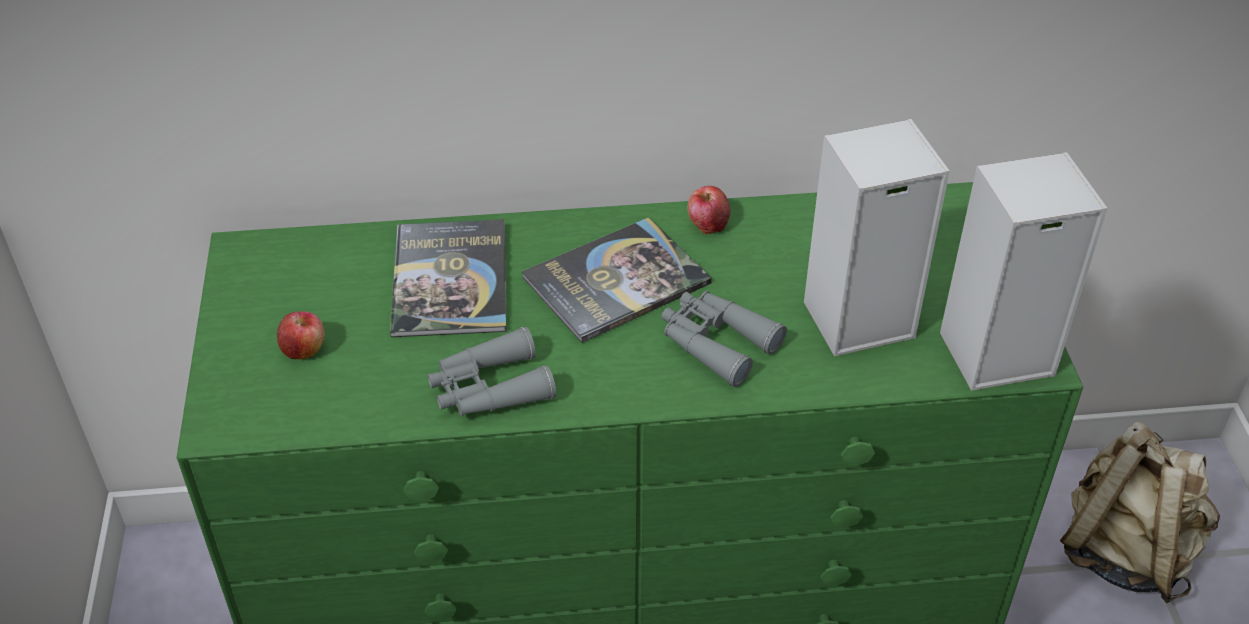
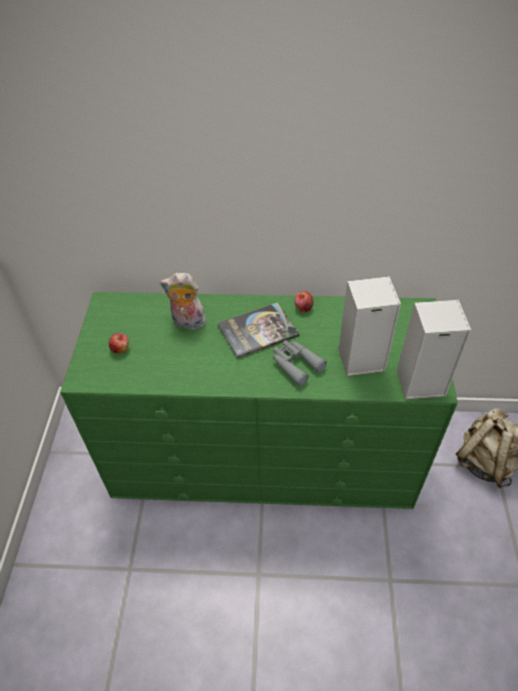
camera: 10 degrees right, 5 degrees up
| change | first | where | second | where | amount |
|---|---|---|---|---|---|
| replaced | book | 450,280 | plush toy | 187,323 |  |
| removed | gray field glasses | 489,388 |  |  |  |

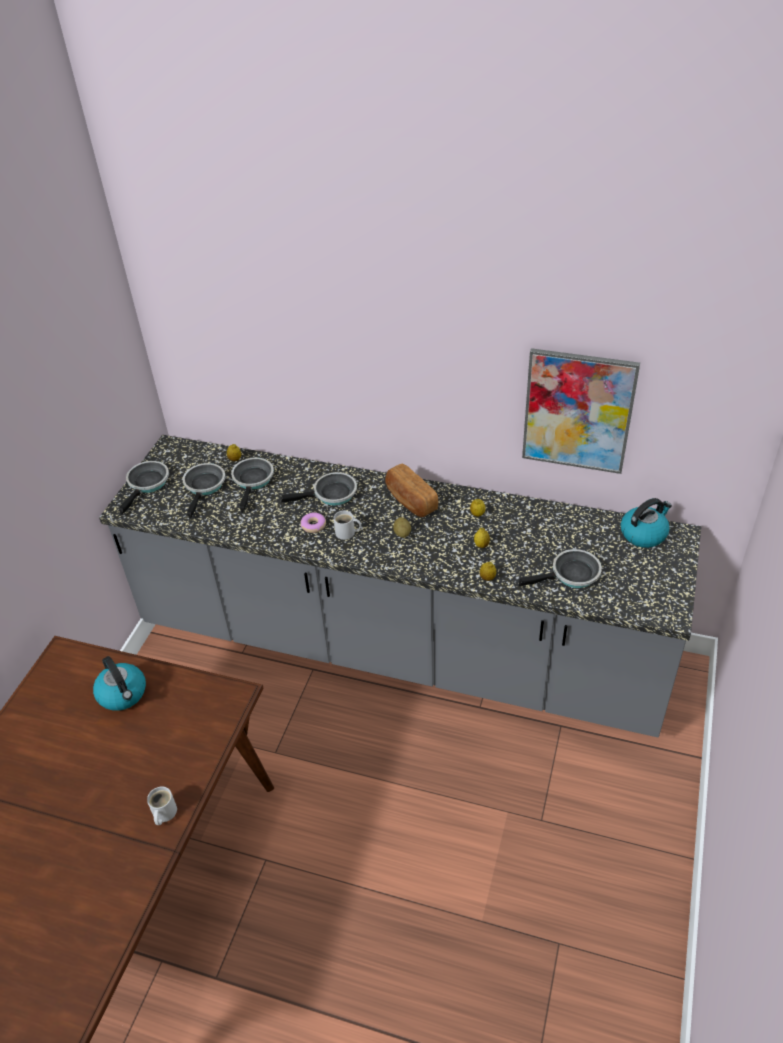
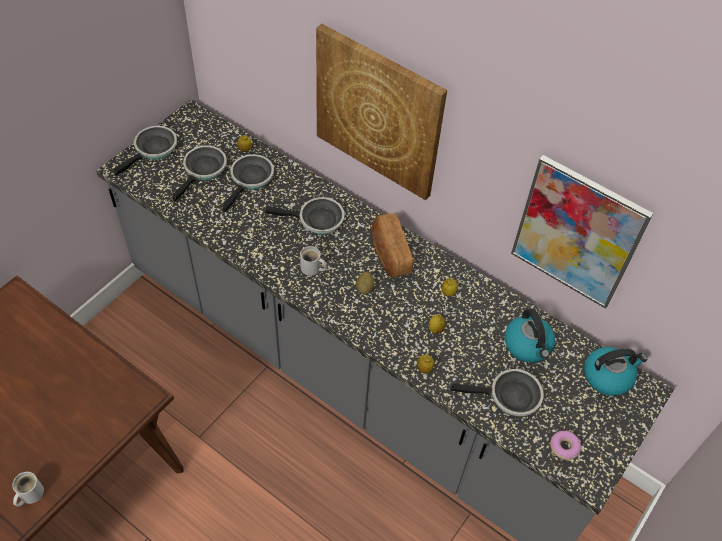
camera: 15 degrees right, 10 degrees up
| change | first | where | second | where | amount |
|---|---|---|---|---|---|
| added |  |  | wall art | 378,112 |  |
| moved | water kettle | 123,694 |  | 528,345 |  |
| moved | ring doughnut | 313,525 |  | 564,447 |  |

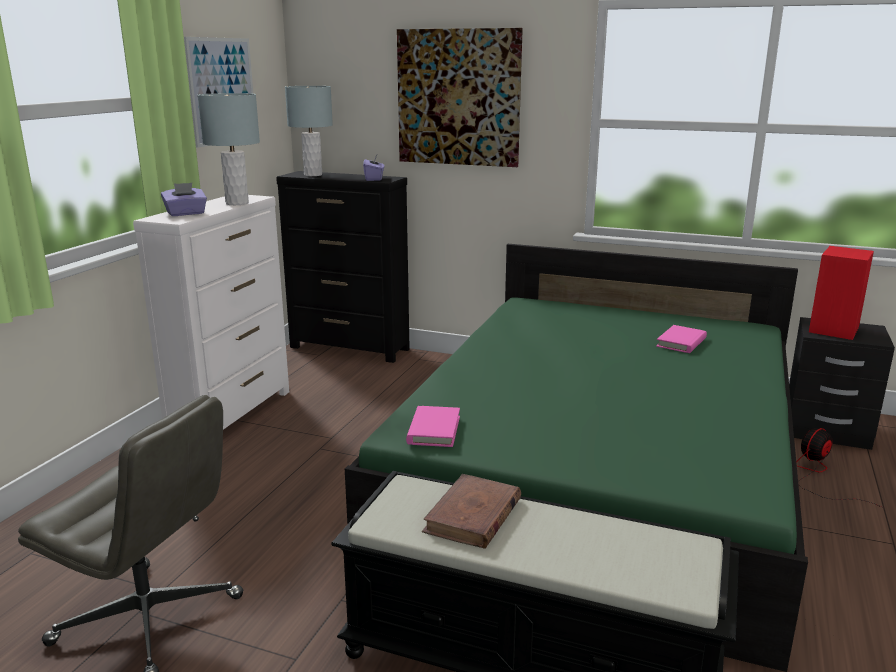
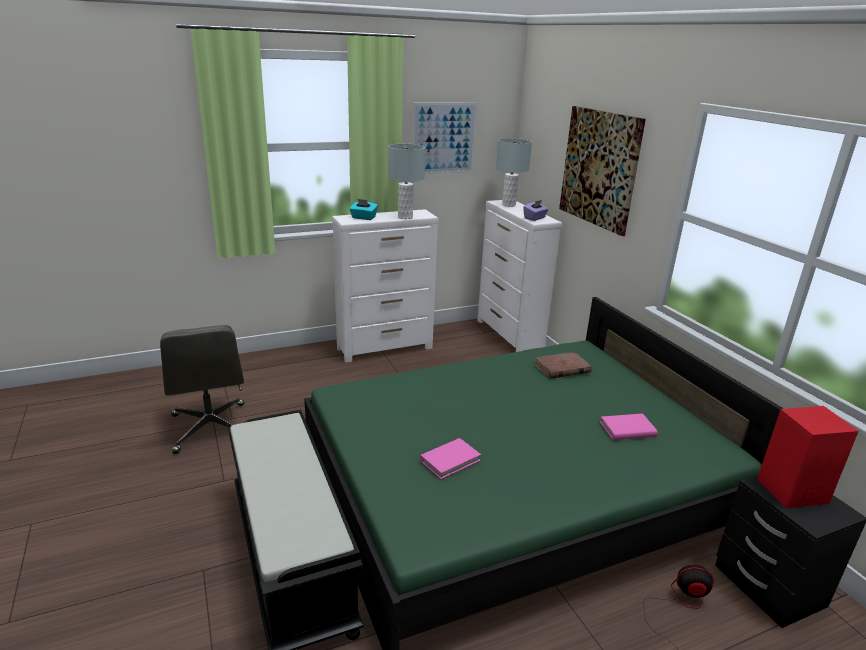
camera: 45 degrees right, 5 degrees up
| change | first | where | second | where | amount |
|---|---|---|---|---|---|
| recoloured | purplish tissue holder | 186,213 | turquoise-coloured tissue holder | 363,218 |  |
| moved | pink-coloured book | 434,430 |  | 450,460 |  |
| recoloured | blackish chest of drawers | 350,348 | white-coloured chest of drawers | 509,336 |  |
| moved | brown book | 473,516 |  | 561,368 |  |

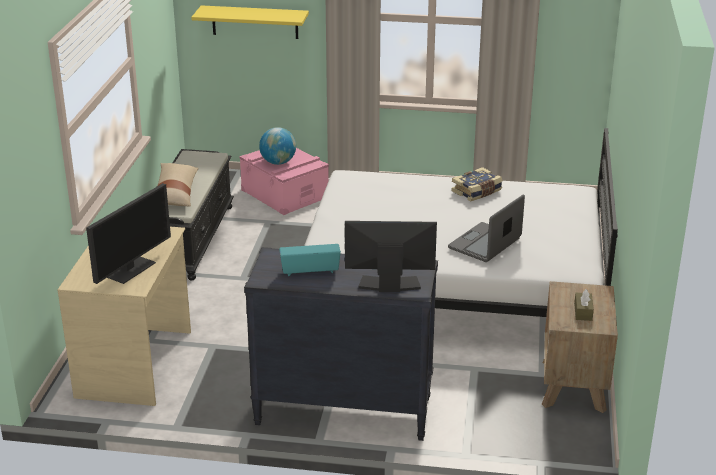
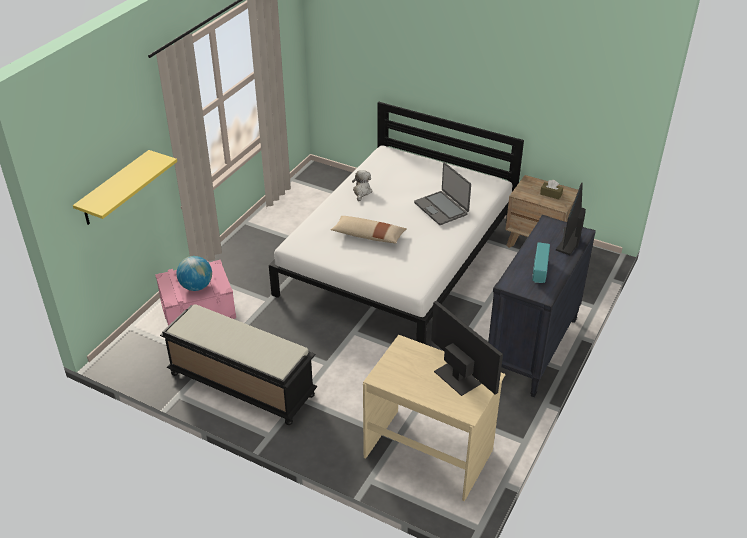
camera: 70 degrees left, 10 degrees up
| change | first | where | second | where | amount |
|---|---|---|---|---|---|
| moved | beige-coloured throw pillow | 176,193 |  | 368,236 |  |
| replaced | book | 477,192 | plush toy | 362,192 |  |

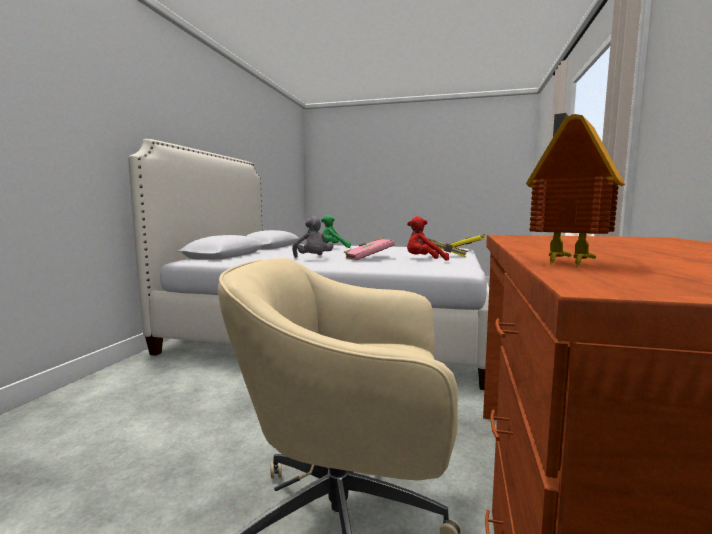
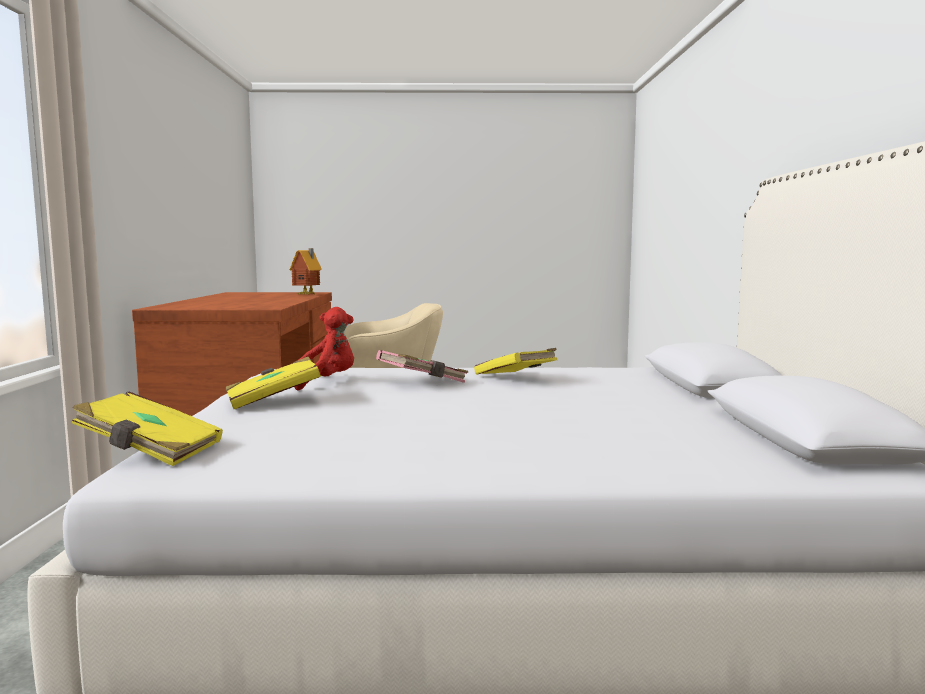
camera: 165 degrees right, 0 degrees up
| change | first | where | second | where | amount |
|---|---|---|---|---|---|
| replaced | gray plush toy | 313,259 | yellow book | 516,378 |  |
| removed | greenish plush toy | 334,248 |  |  |  |

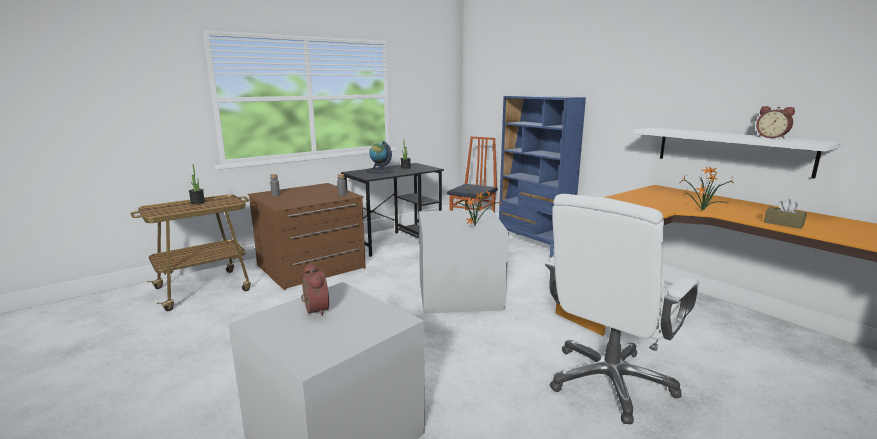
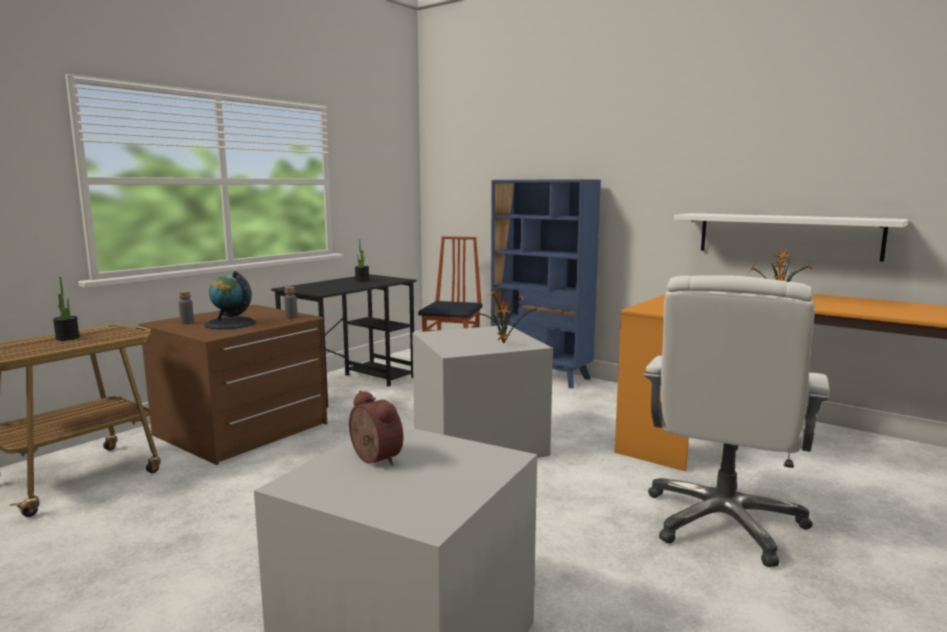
camera: 15 degrees left, 5 degrees down
| change | first | where | second | where | amount |
|---|---|---|---|---|---|
| moved | desk globe | 380,171 |  | 230,324 |  |
| removed | alarm clock | 772,137 |  |  |  |
| removed | brown tissue holder | 783,223 |  |  |  |

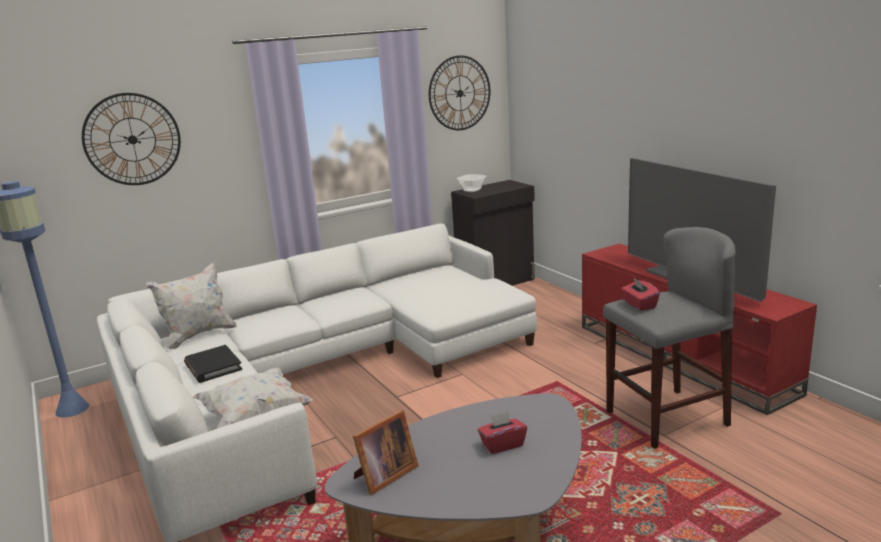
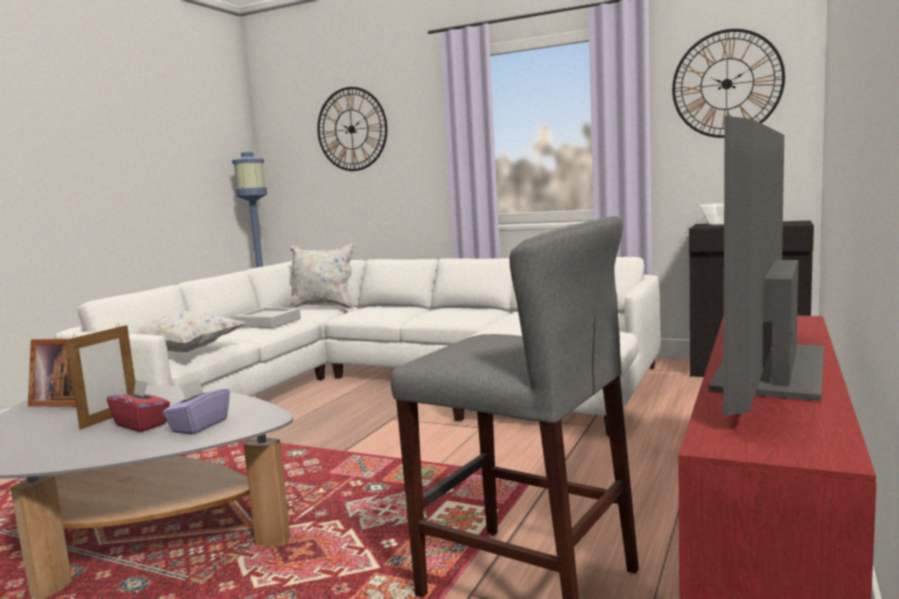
camera: 55 degrees right, 10 degrees down
| change | first | where | second | where | amount |
|---|---|---|---|---|---|
| added |  |  | standing frame | 110,418 |  |
| added |  |  | purplish tissue holder | 199,426 |  |
| replaced | blackish book | 213,367 | gray tray | 268,323 |  |
| removed | reddish tissue holder | 639,305 |  |  |  |

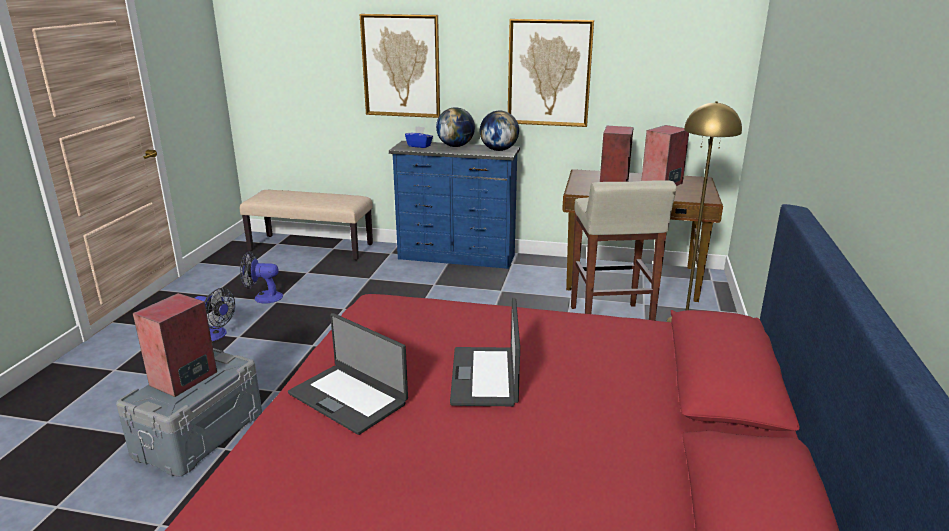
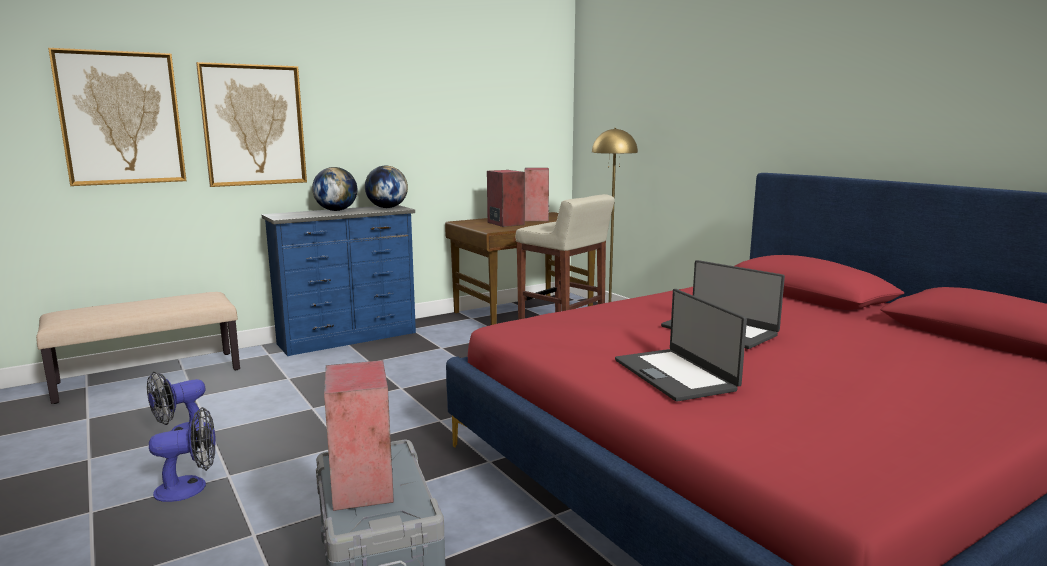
camera: 45 degrees left, 10 degrees down
| change | first | where | second | where | amount |
|---|---|---|---|---|---|
| moved | wall art | 549,73 |  | 121,118 |  |
| turned | portable computer | 349,398 |  | 676,374 | 75 degrees clockwise |
| removed | bluish tissue holder | 419,146 |  |  |  |

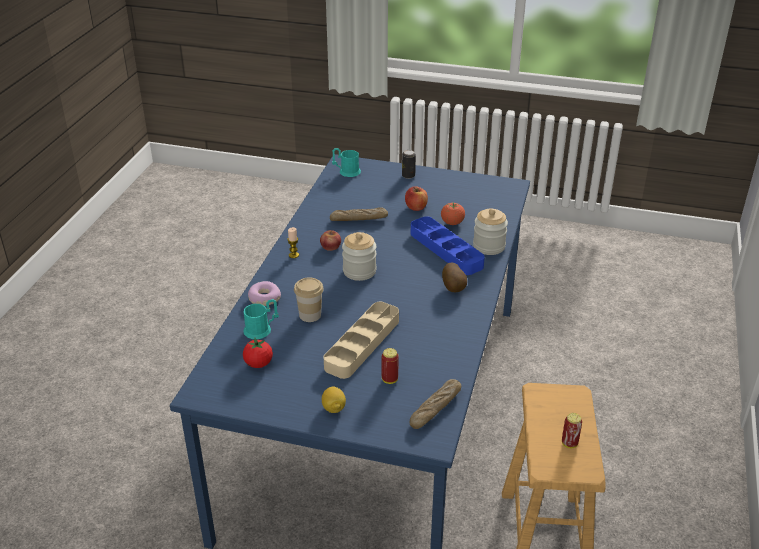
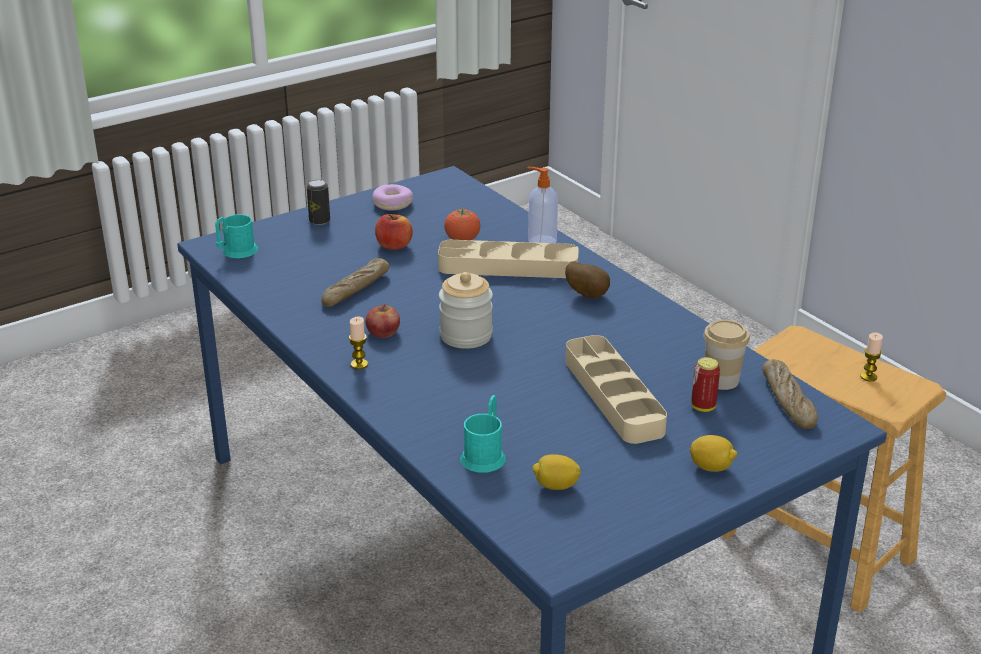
camera: 50 degrees left, 5 degrees down
| change | first | where | second | where | amount |
|---|---|---|---|---|---|
| moved | ring doughnut | 264,298 |  | 392,204 |  |
| recoloured | bluish tray | 446,250 | beige-coloured tray | 508,266 |  |
| replaced | storage jar | 489,246 | soap dispenser | 541,241 |  |
| replaced | fresh tomato | 258,364 | citrus fruit | 556,486 |  |
| moved | cup | 310,315 |  | 721,380 |  |
| replaced | can | 569,443 | wax light | 868,377 |  |

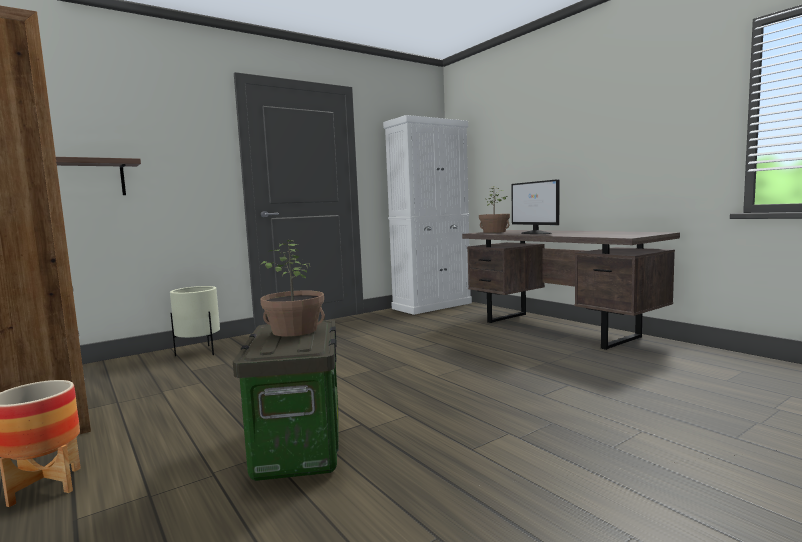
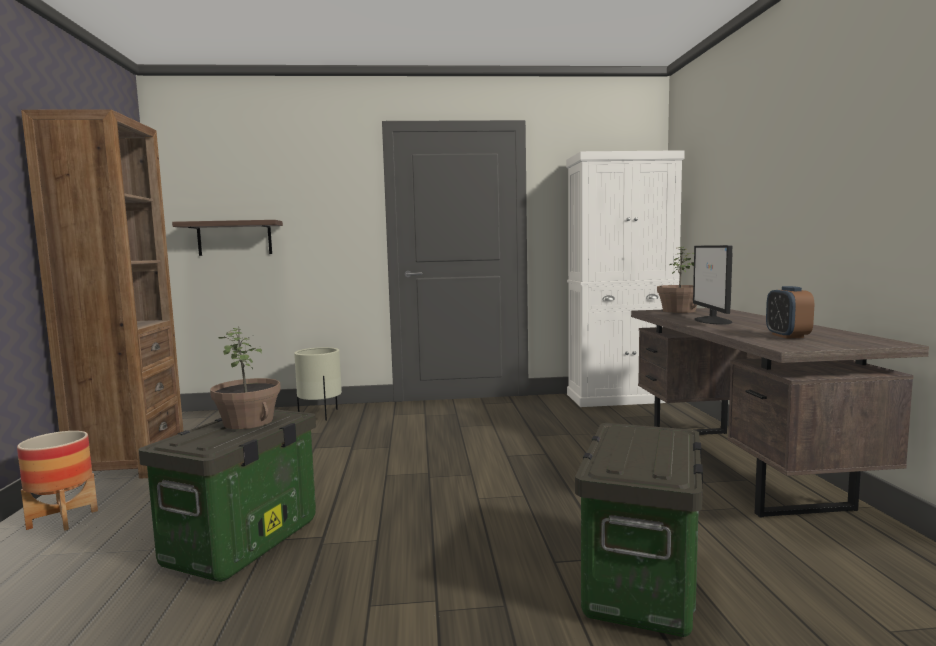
camera: 30 degrees right, 0 degrees up
| change | first | where | second | where | amount |
|---|---|---|---|---|---|
| added |  |  | storage box | 642,585 |  |
| added |  |  | alarm clock | 787,336 |  |

